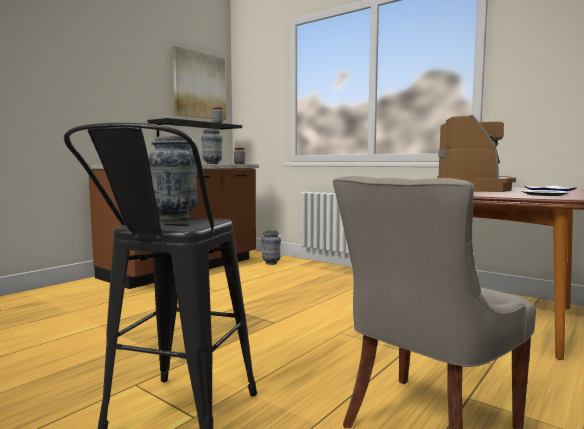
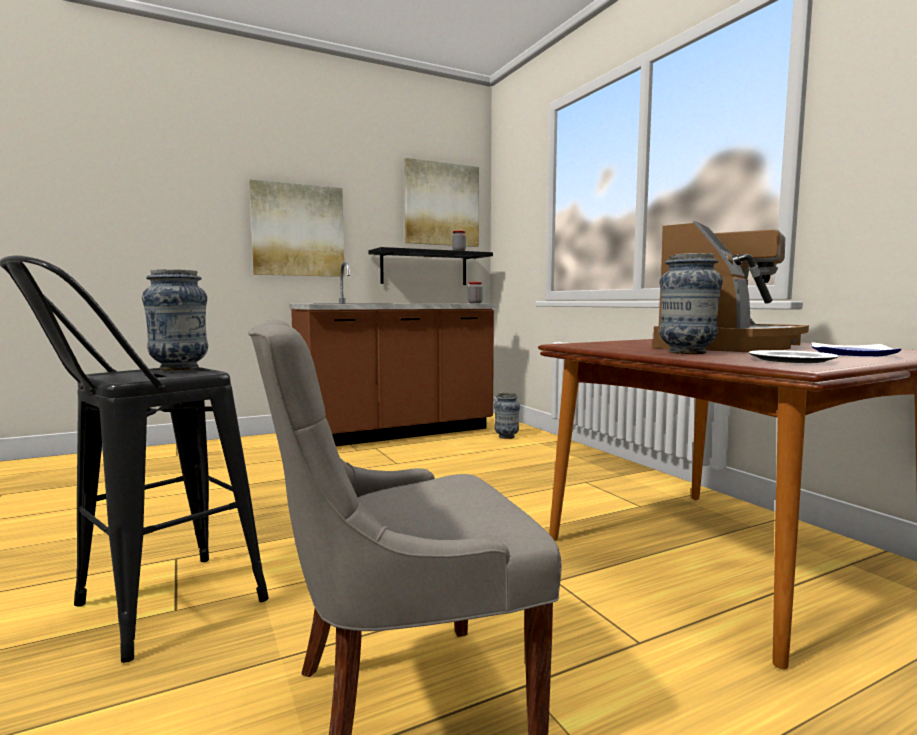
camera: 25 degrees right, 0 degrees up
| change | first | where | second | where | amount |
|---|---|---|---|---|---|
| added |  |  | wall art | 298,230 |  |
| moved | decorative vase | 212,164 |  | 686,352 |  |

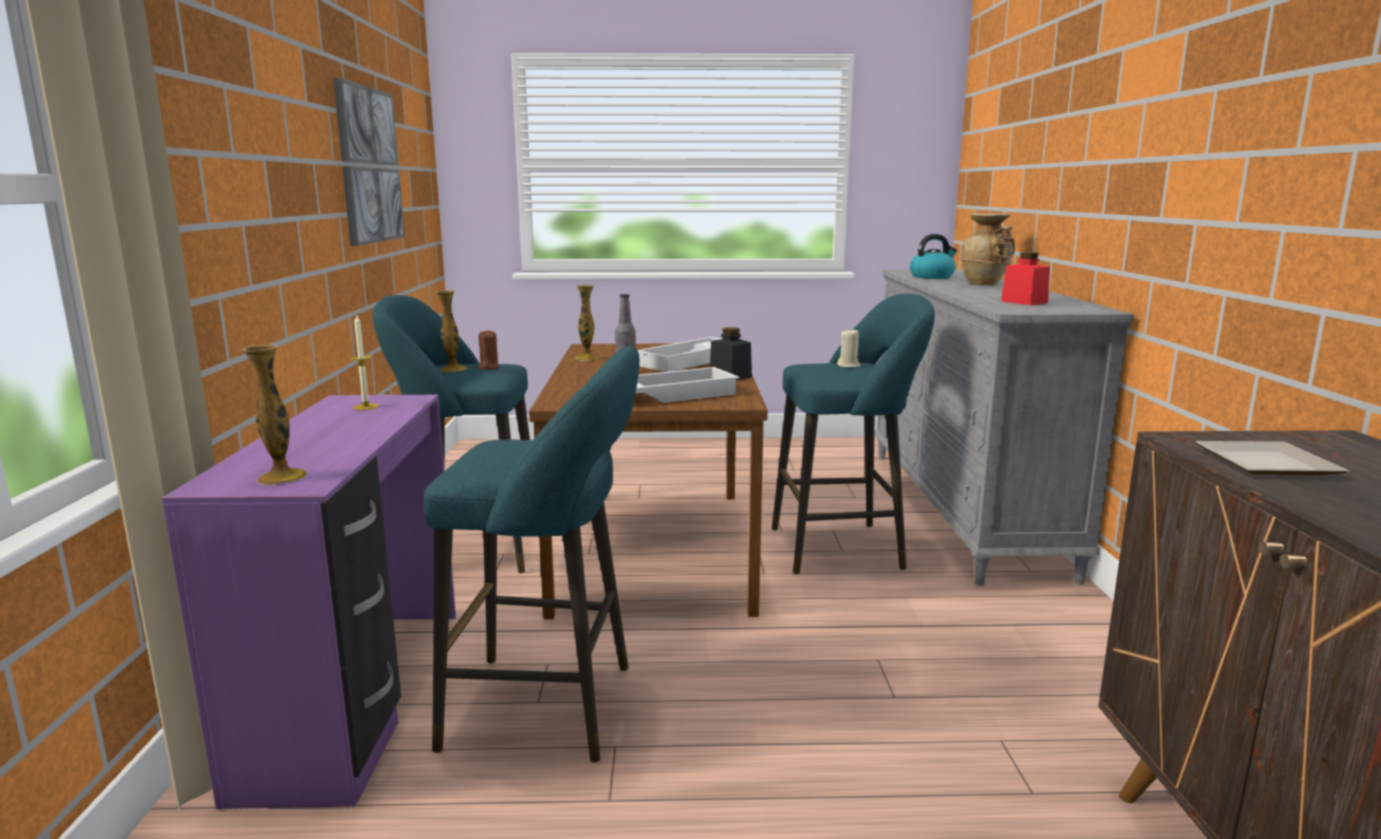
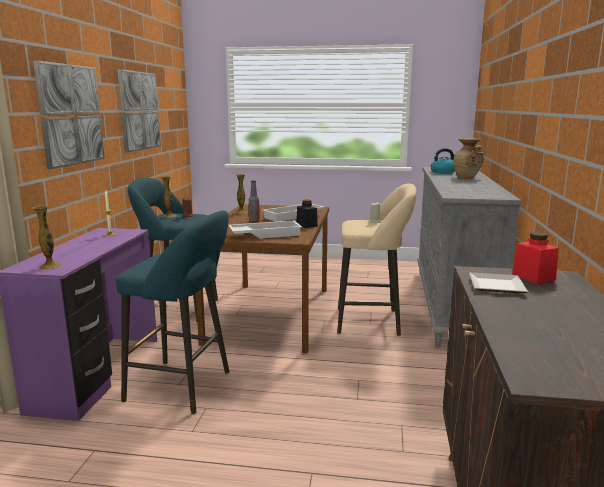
camera: 10 degrees right, 0 degrees up
| change | first | where | second | where | amount |
|---|---|---|---|---|---|
| added |  |  | wall art | 70,115 |  |
| recoloured | turquoise-coloured sitting stool | 844,547 | beige-coloured sitting stool | 372,321 |  |
| moved | reddish storage jar | 1024,302 |  | 533,277 |  |

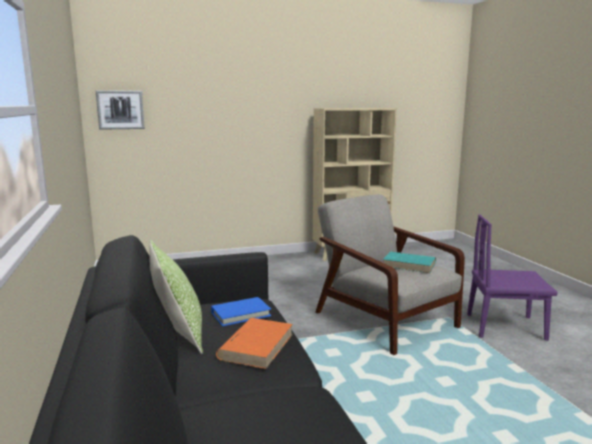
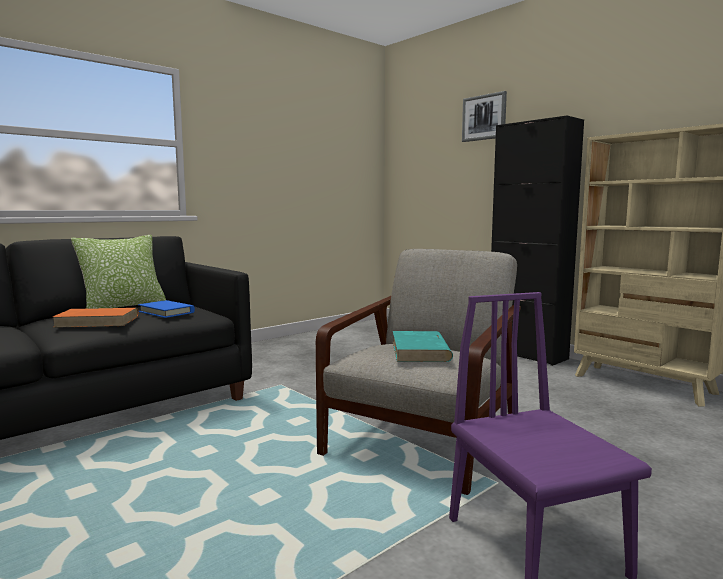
camera: 65 degrees right, 5 degrees down
| change | first | where | second | where | amount |
|---|---|---|---|---|---|
| moved | wall art | 120,110 |  | 484,117 |  |
| added |  |  | blackish storage cabinet | 526,354 |  |

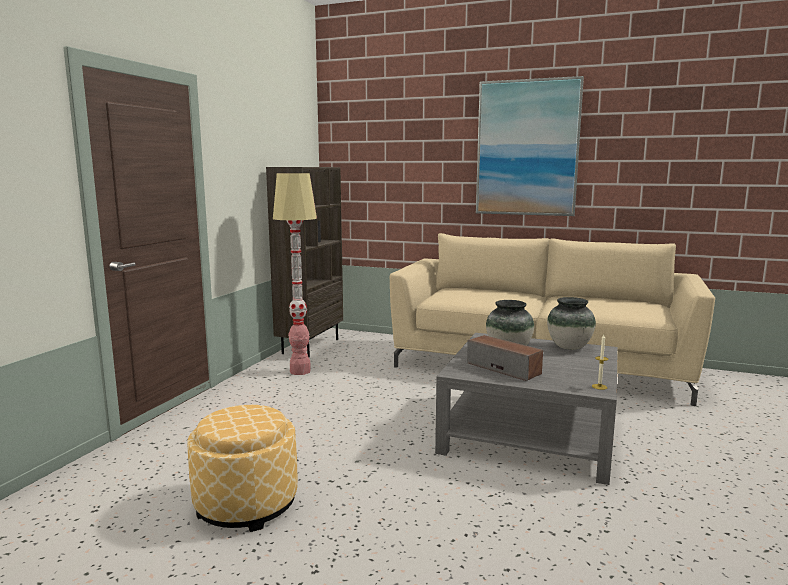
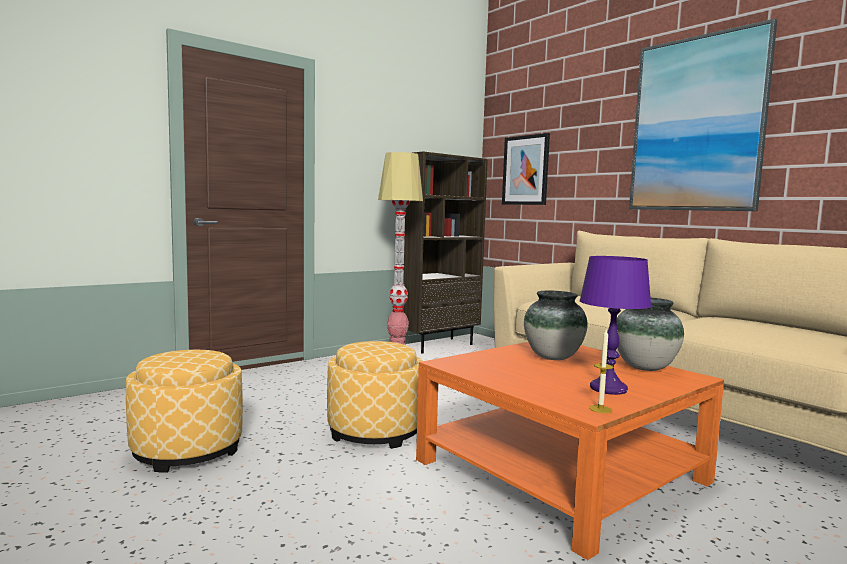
camera: 30 degrees right, 5 degrees down
| change | first | where | second | where | amount |
|---|---|---|---|---|---|
| added |  |  | footrest | 375,431 |  |
| recoloured | gray low table | 530,432 | orange-coloured low table | 561,470 |  |
| added |  |  | wall art | 525,170 |  |
| added |  |  | purplish lamp for a table | 609,389 |  |
| removed | speaker | 504,368 |  |  |  |

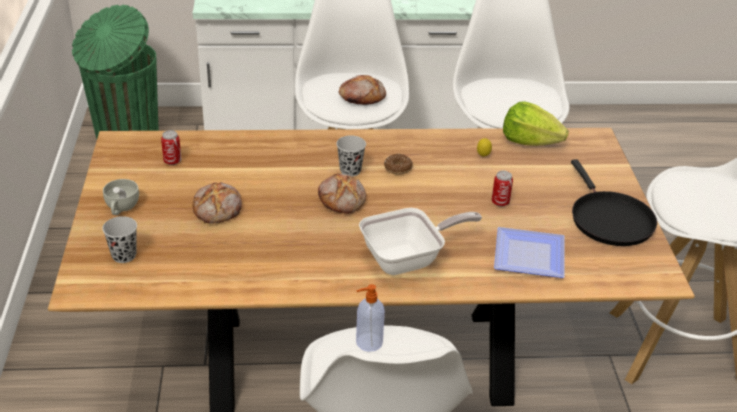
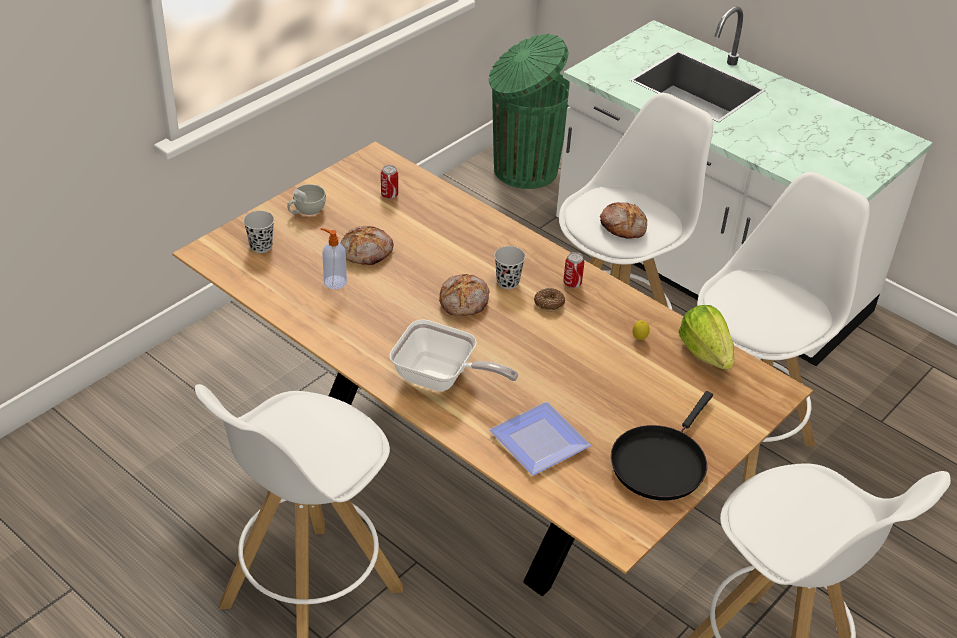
camera: 45 degrees right, 5 degrees up
| change | first | where | second | where | amount |
|---|---|---|---|---|---|
| moved | soap dispenser | 368,342 |  | 334,282 |  |
| moved | can | 500,202 |  | 572,283 |  |

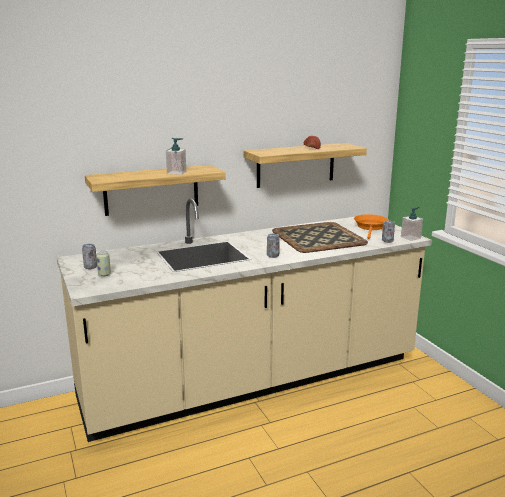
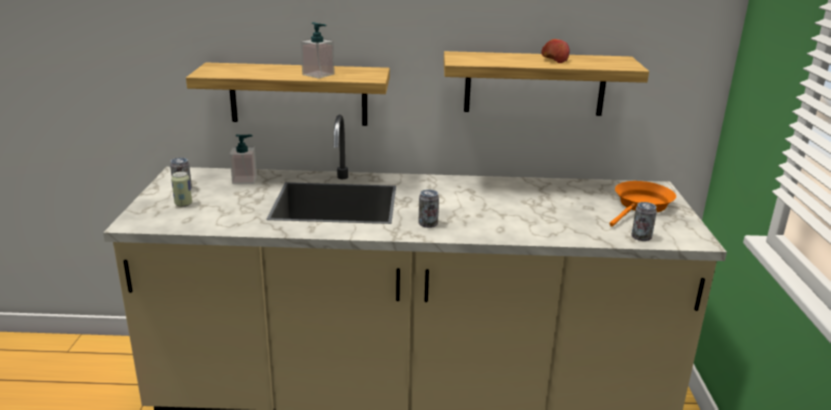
camera: 25 degrees right, 5 degrees up
| change | first | where | second | where | amount |
|---|---|---|---|---|---|
| moved | soap dispenser | 410,238 |  | 244,180 |  |
| removed | tray | 318,238 |  |  |  |

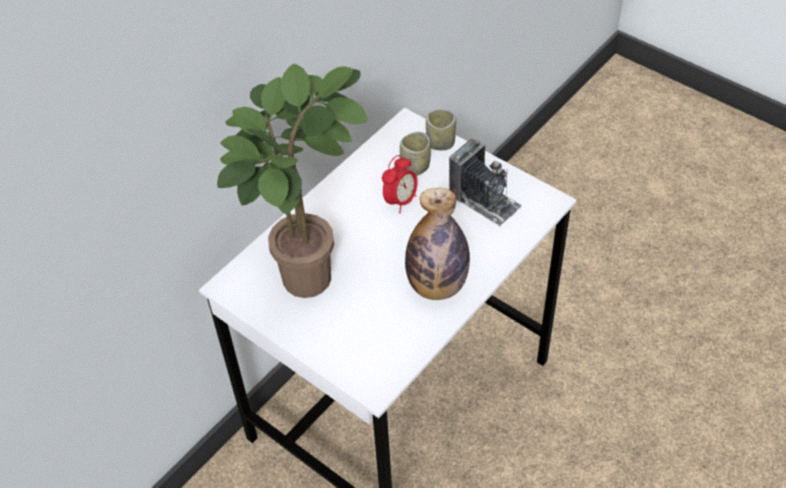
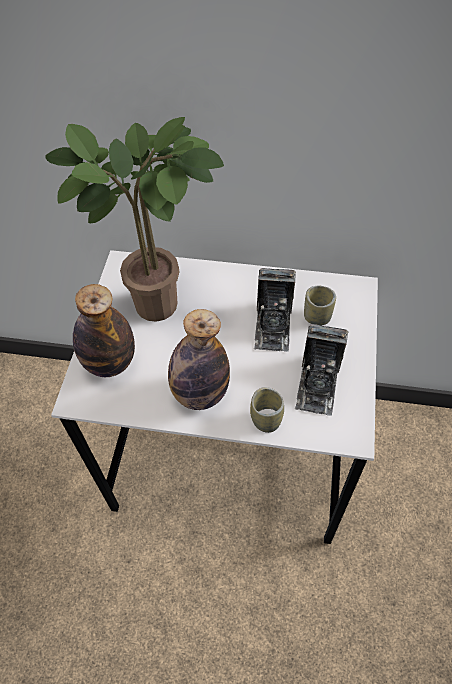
camera: 60 degrees right, 5 degrees up
| change | first | where | second | where | amount |
|---|---|---|---|---|---|
| added |  |  | bottle | 110,362 |  |
| moved | cup | 440,143 |  | 266,420 |  |
| replaced | alarm clock | 400,201 | photo camera | 273,324 |  |

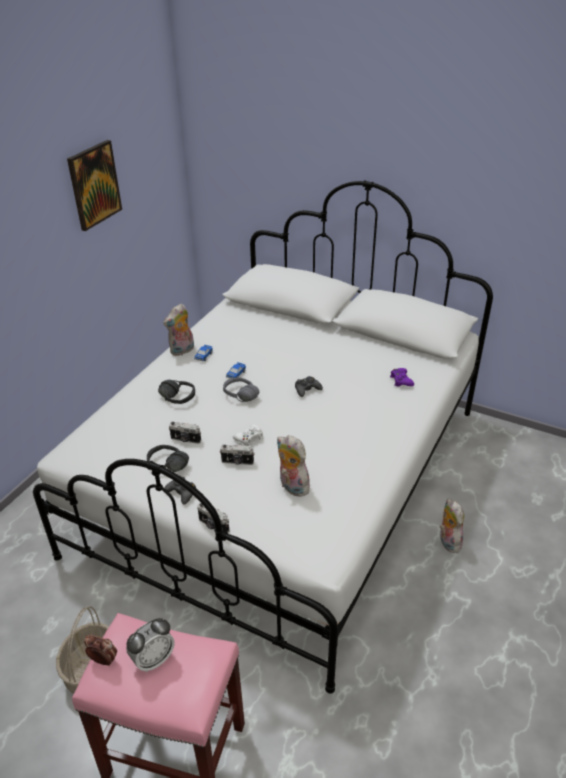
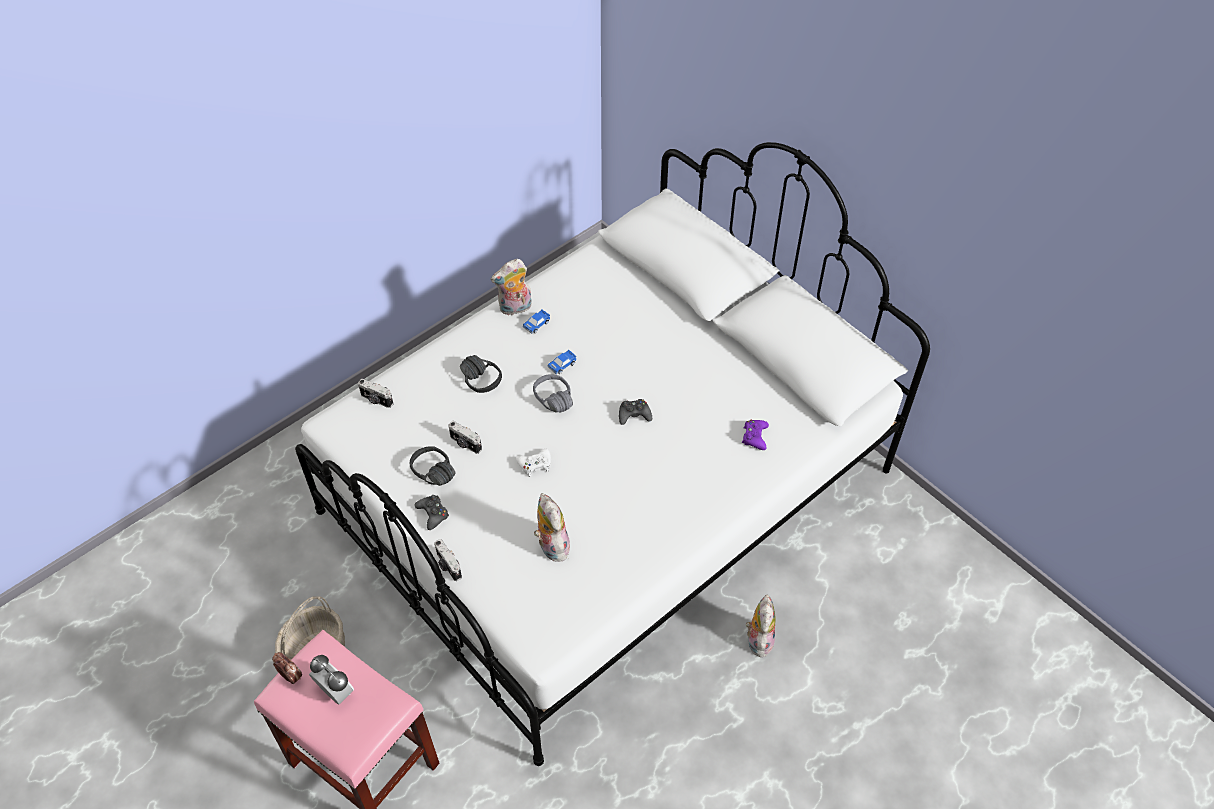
camera: 20 degrees right, 15 degrees up
| change | first | where | second | where | amount |
|---|---|---|---|---|---|
| turned | alarm clock | 153,659 |  | 336,691 | 120 degrees counterclockwise |
| moved | photo camera | 237,462 |  | 376,400 |  |
| removed | wall art | 94,185 |  |  |  |

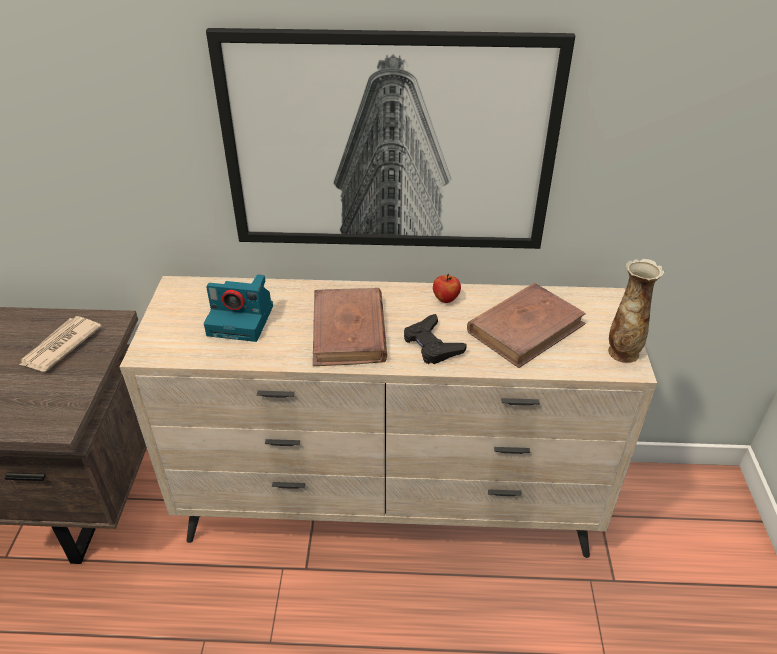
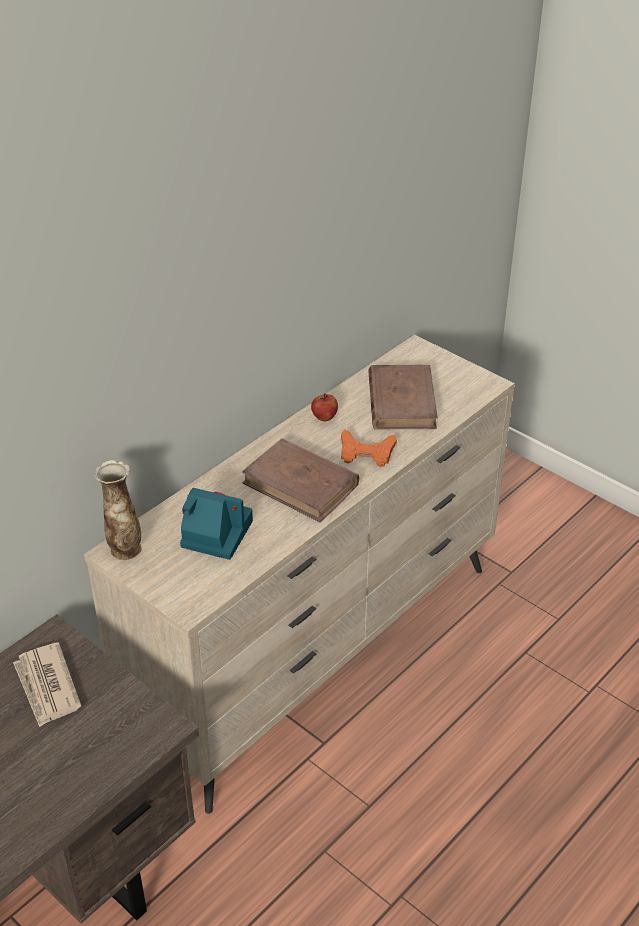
camera: 50 degrees left, 0 degrees up
| change | first | where | second | where | amount |
|---|---|---|---|---|---|
| moved | decorative vase | 622,352 |  | 124,549 |  |
| turned | photo camera | 242,320 |  | 215,533 | 120 degrees counterclockwise |
| recoloured | blackish game controller | 432,345 | orange-coloured game controller | 366,453 |  |
| removed | wall art | 389,146 |  |  |  |

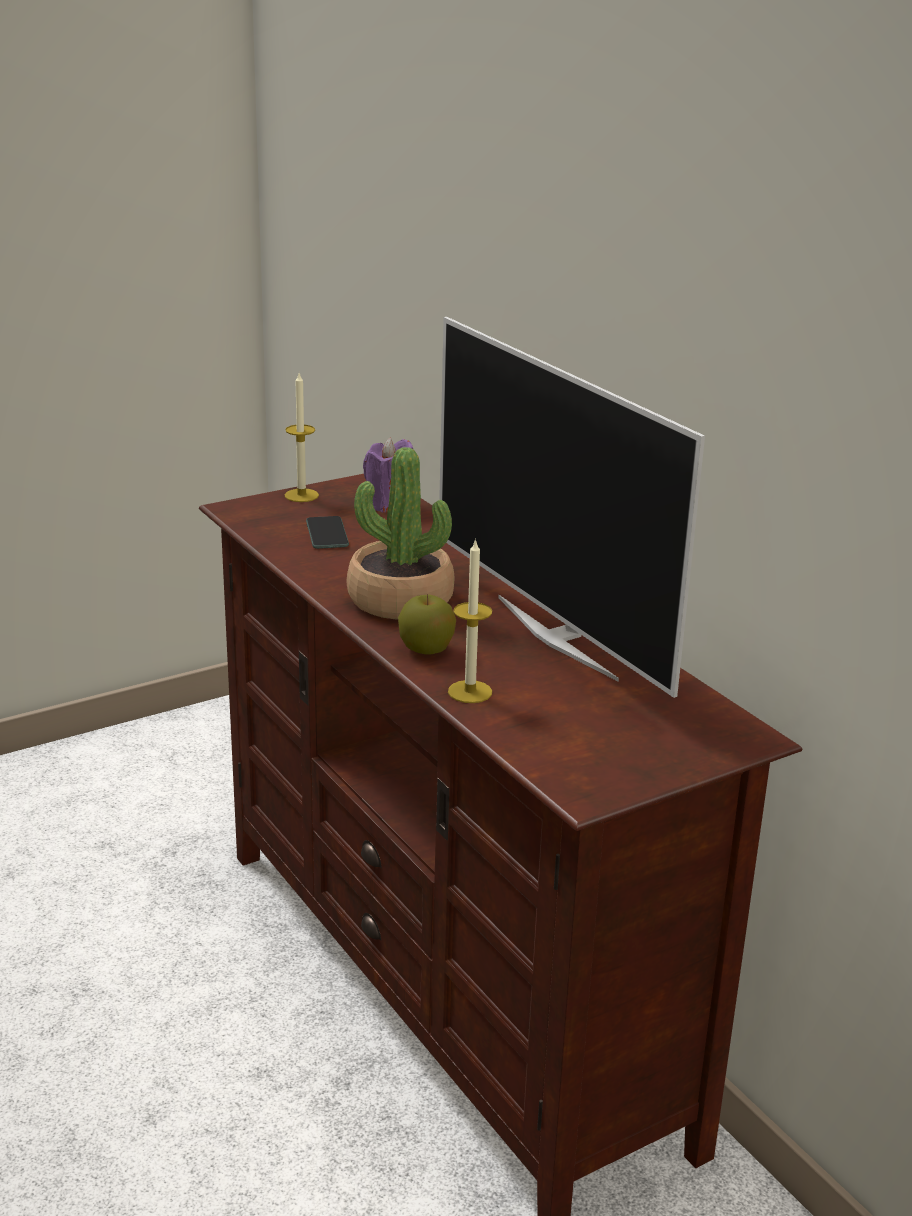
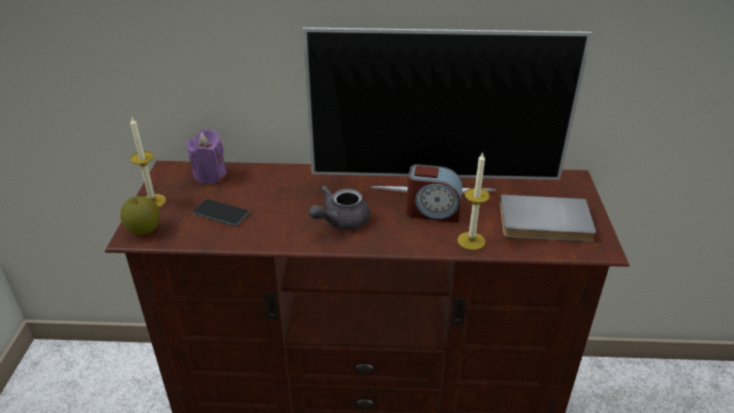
camera: 55 degrees left, 10 degrees up
| change | first | where | second | where | amount |
|---|---|---|---|---|---|
| moved | apple | 426,650 |  | 144,230 |  |
| replaced | potted plant | 400,600 | gray pot for tea | 340,221 |  |
| added |  |  | alarm clock | 433,211 |  |
| added |  |  | gray book | 545,223 |  |

